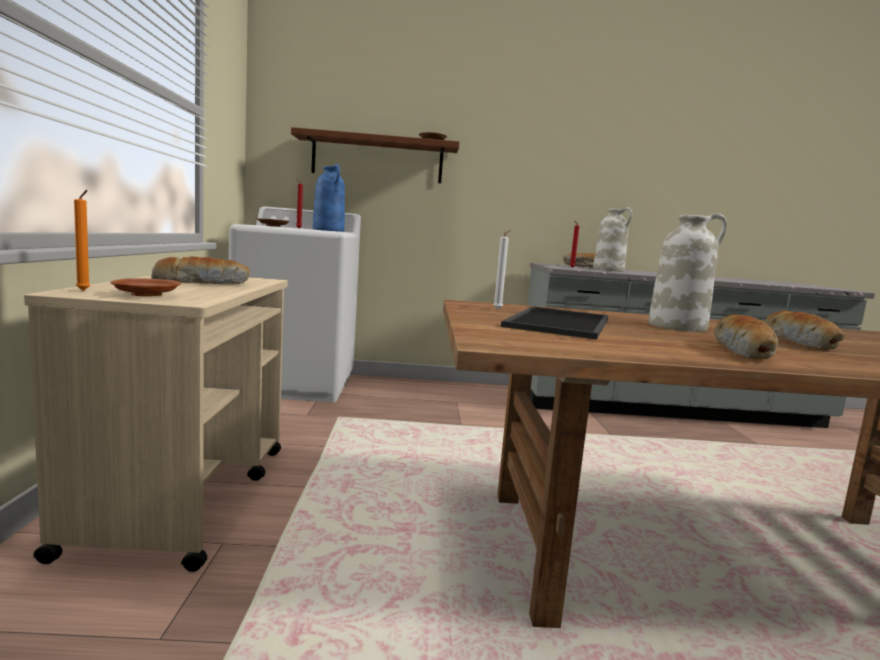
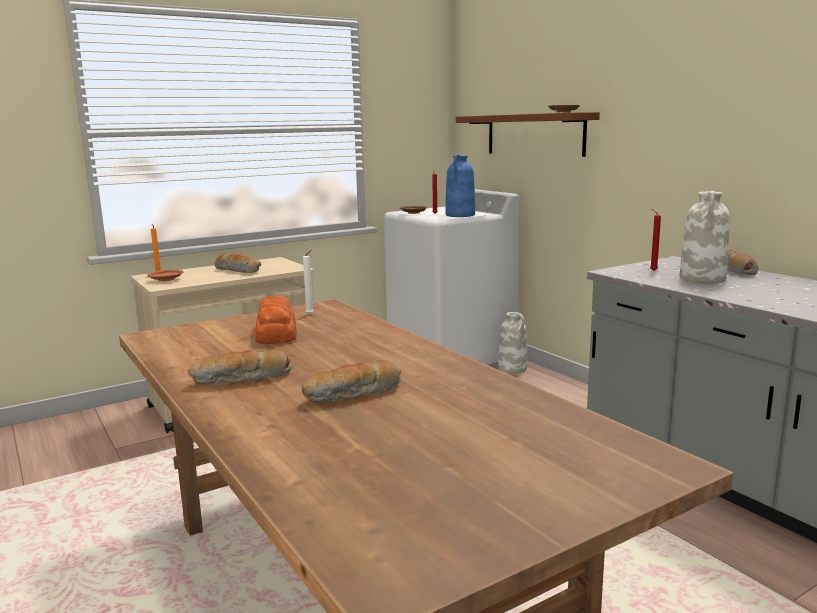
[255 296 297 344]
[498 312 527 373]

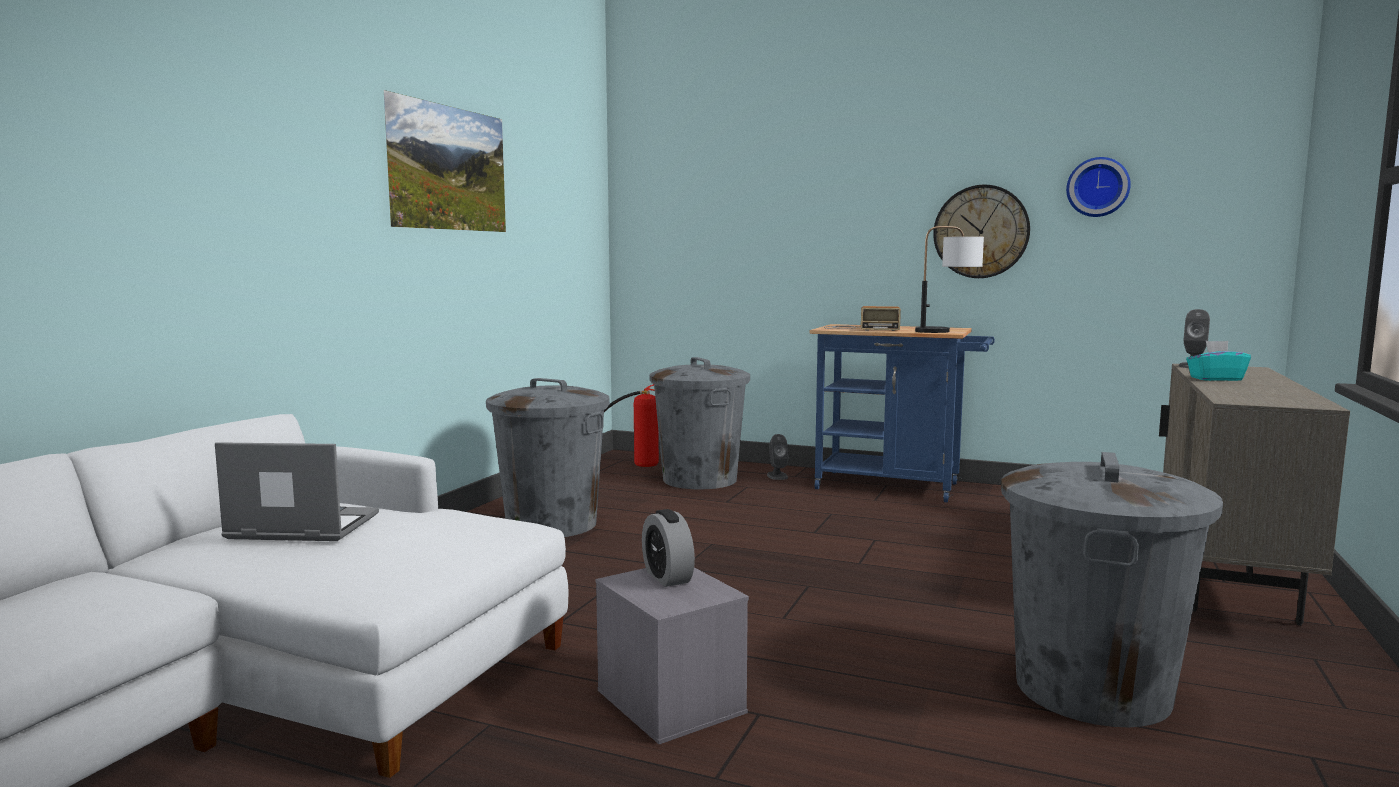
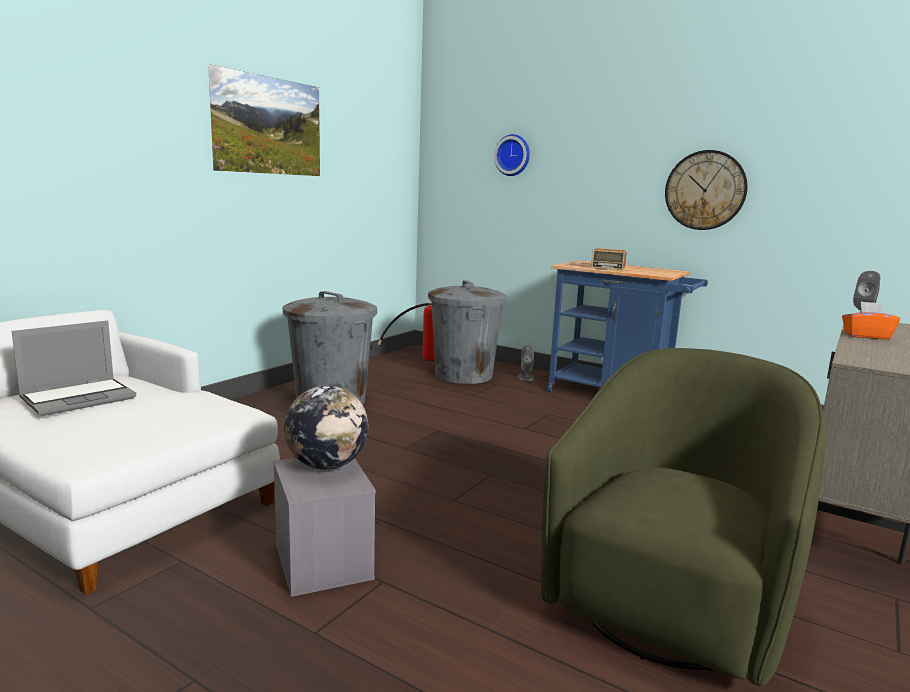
[12 320 136 416]
[284 385 369 470]
[915 226 984 333] (first image)
[541 348 826 686]
[494 134 530 176]
[842 302 900 340]

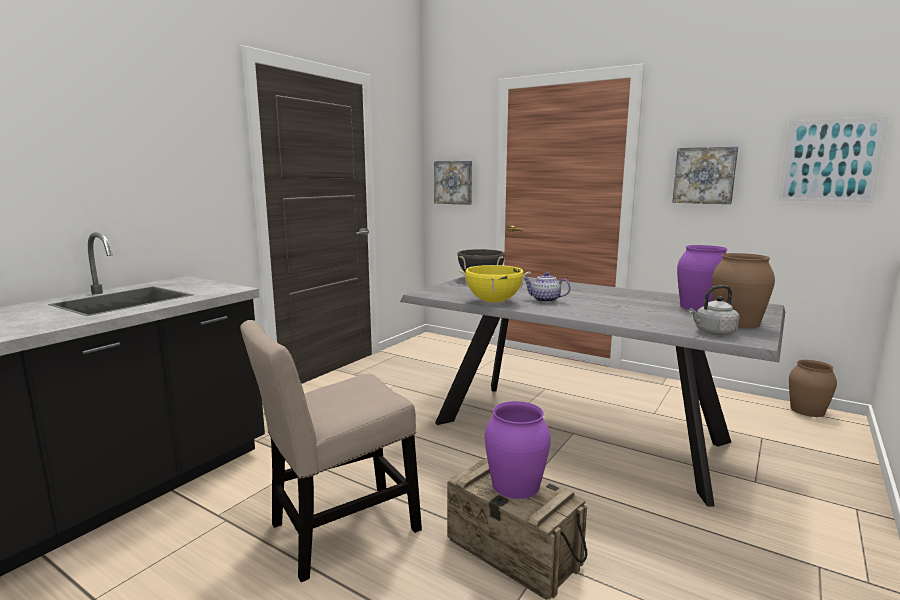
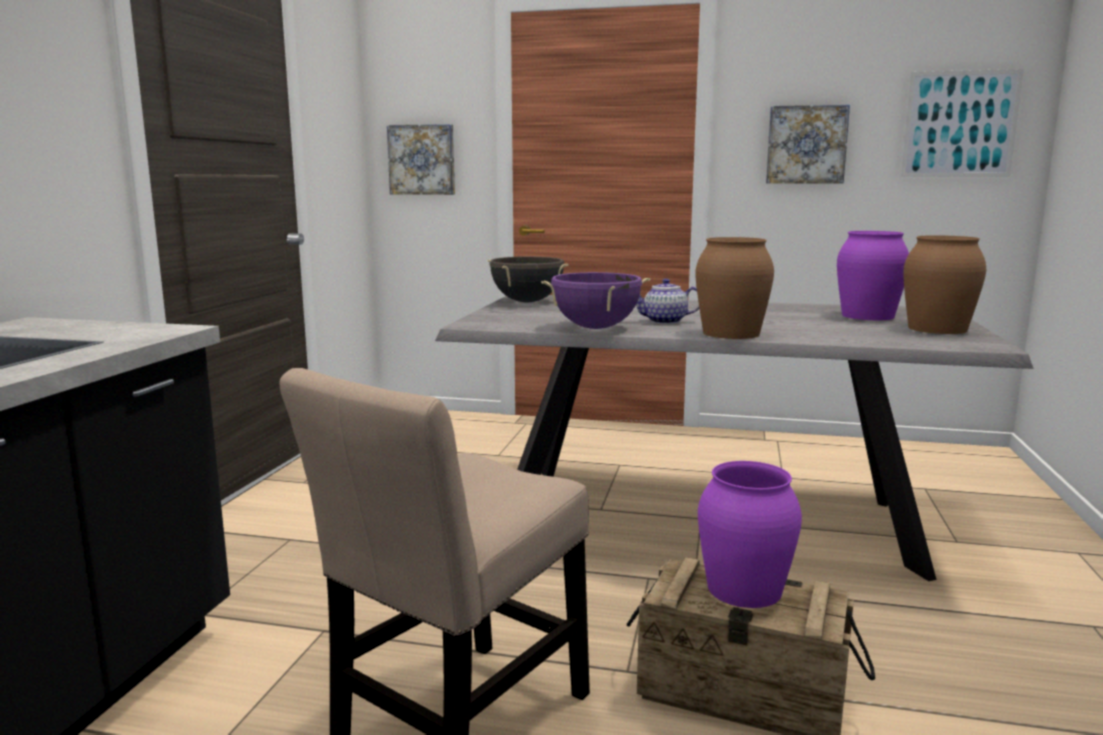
[541 272 650 329]
[689 285 739 335] (first image)
[695 237 774 339]

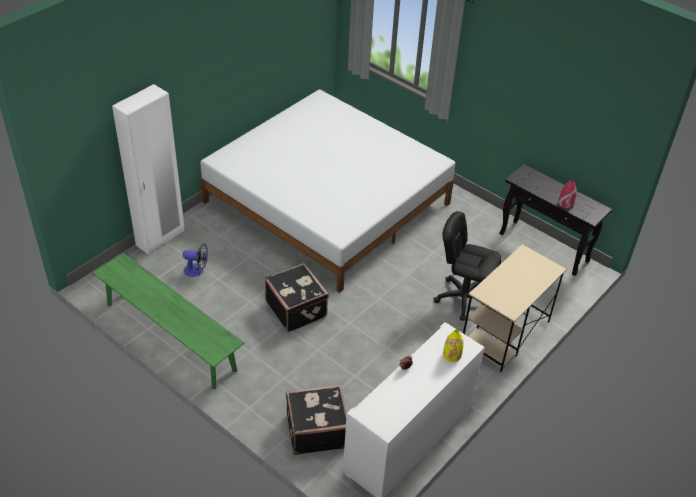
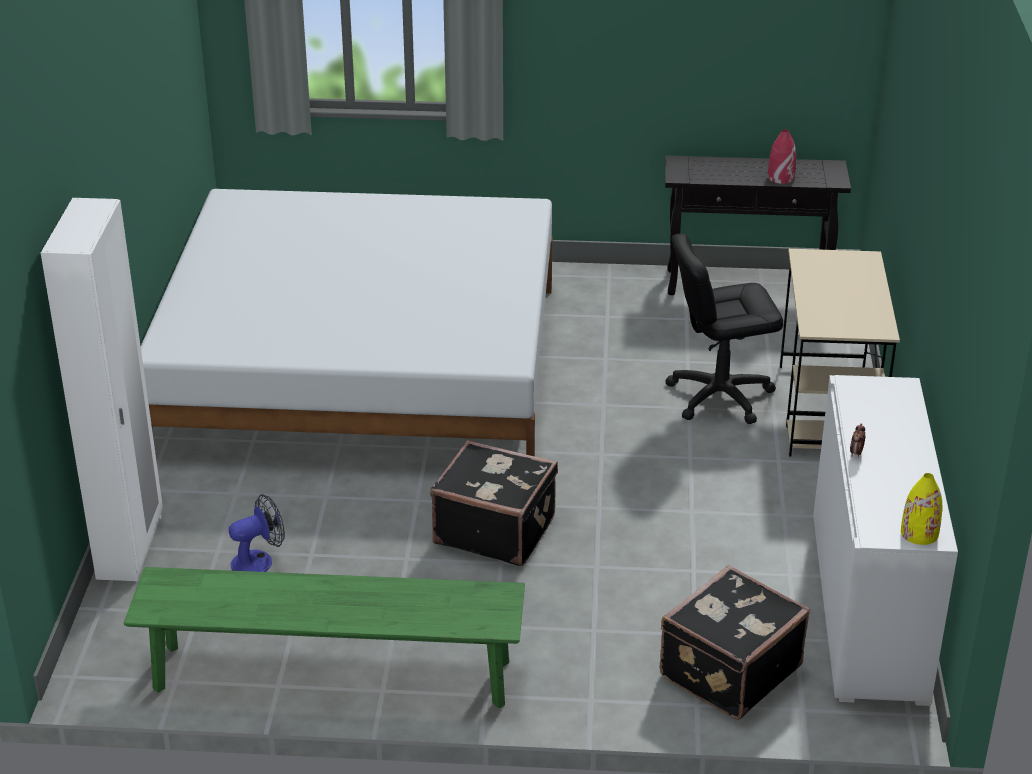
[901 473 943 545]

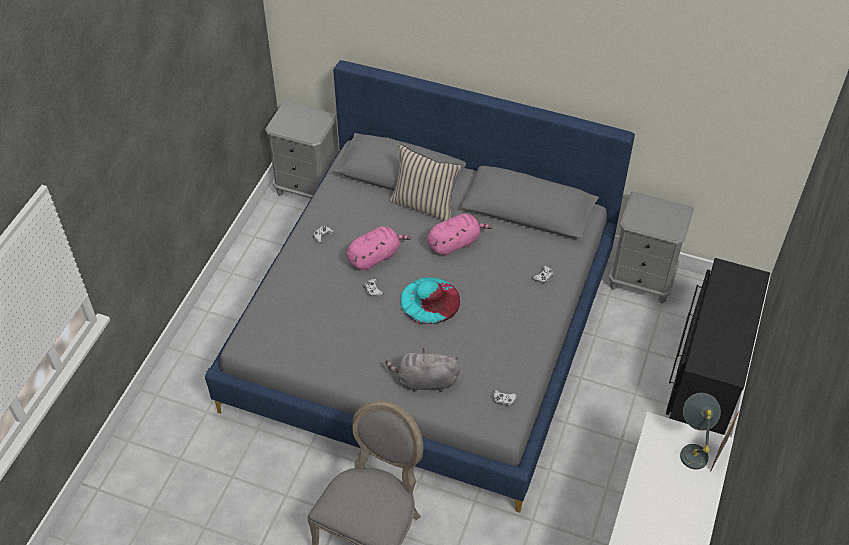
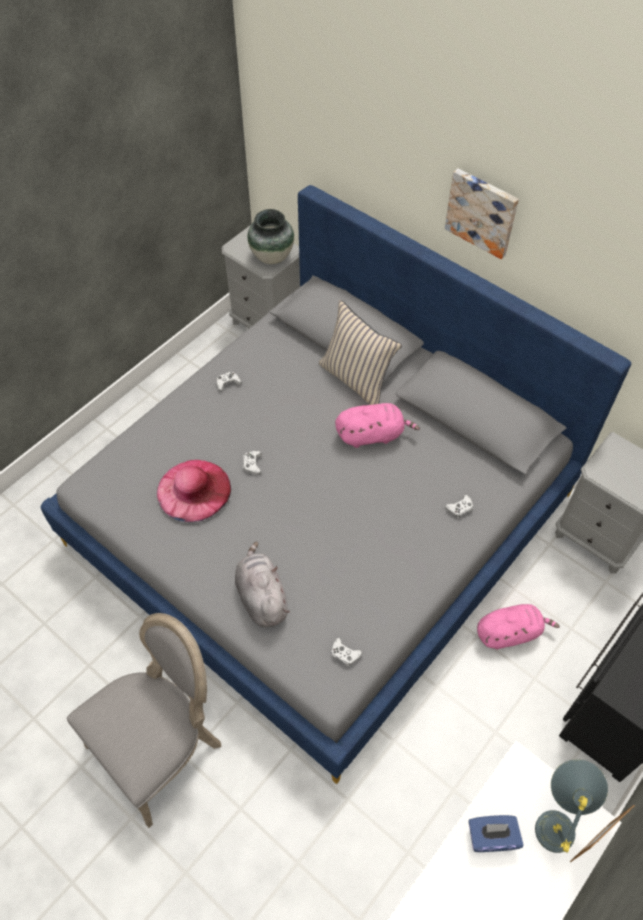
[477 604 560 649]
[235 541 290 627]
[400 277 460 324] (first image)
[157 460 231 522]
[247 209 294 264]
[445 169 519 259]
[469 815 523 852]

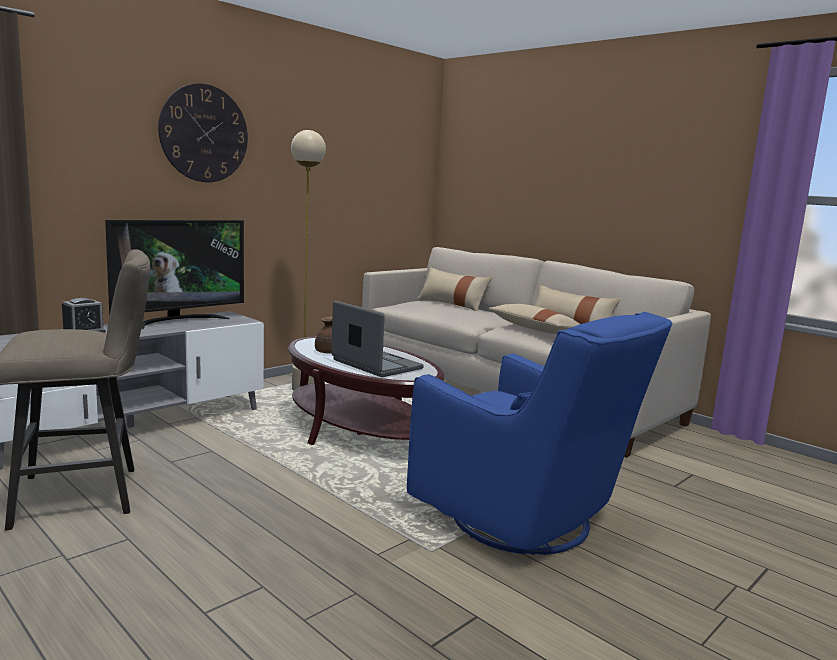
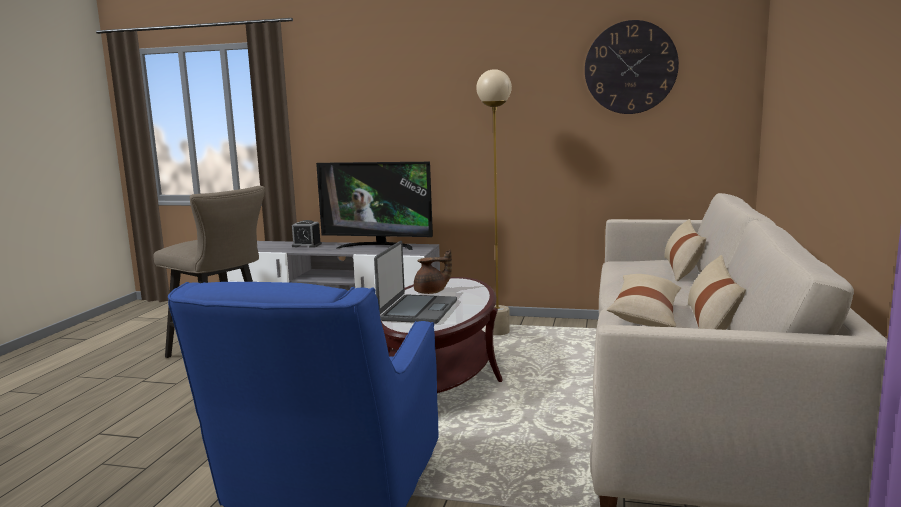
[585 20 679 114]

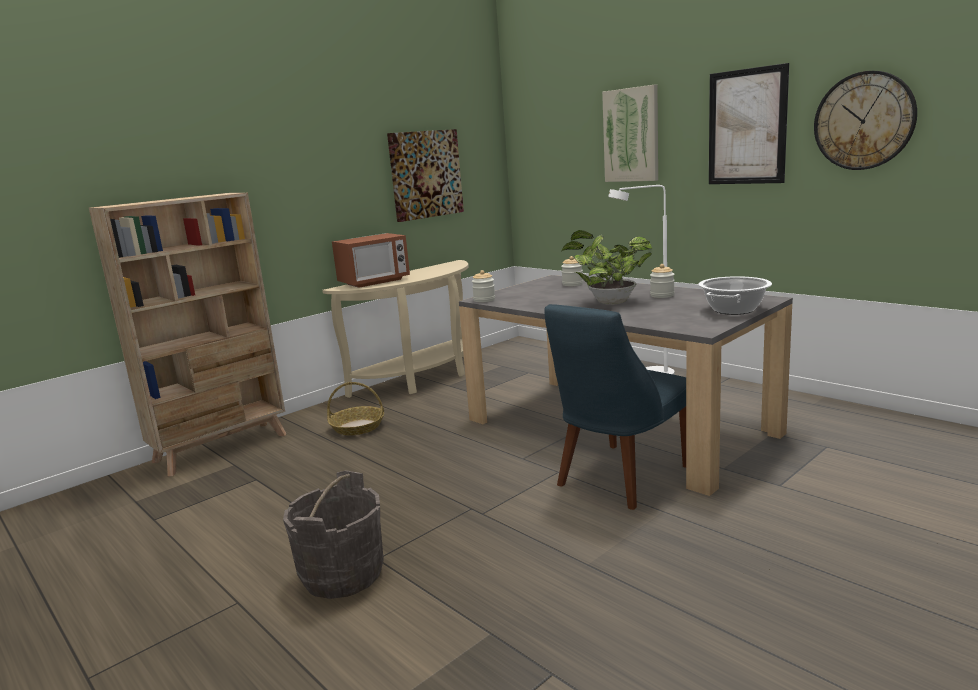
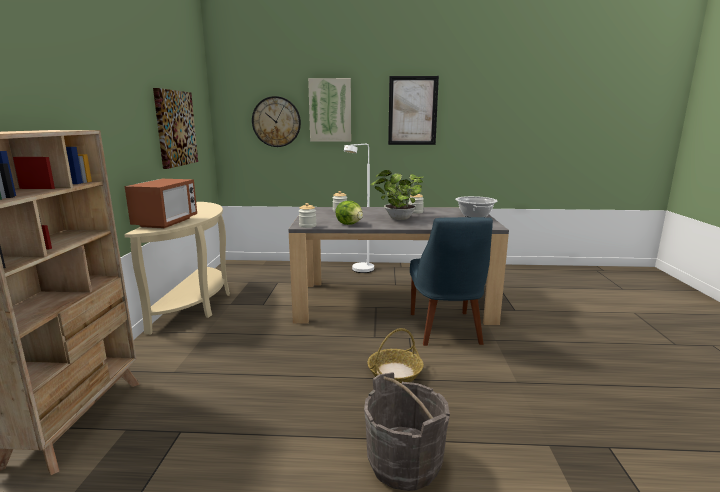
[367 328 424 383]
[252 96 301 147]
[335 201 363 225]

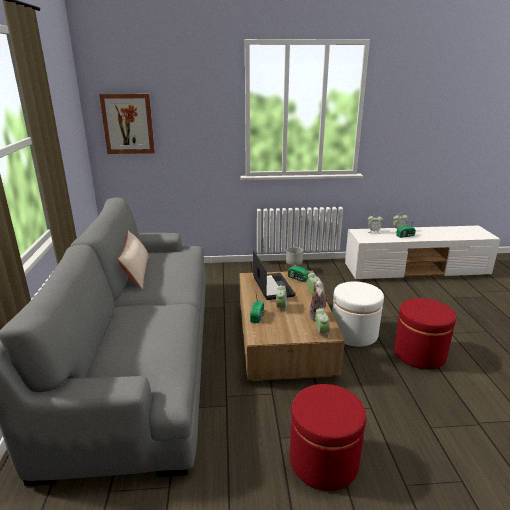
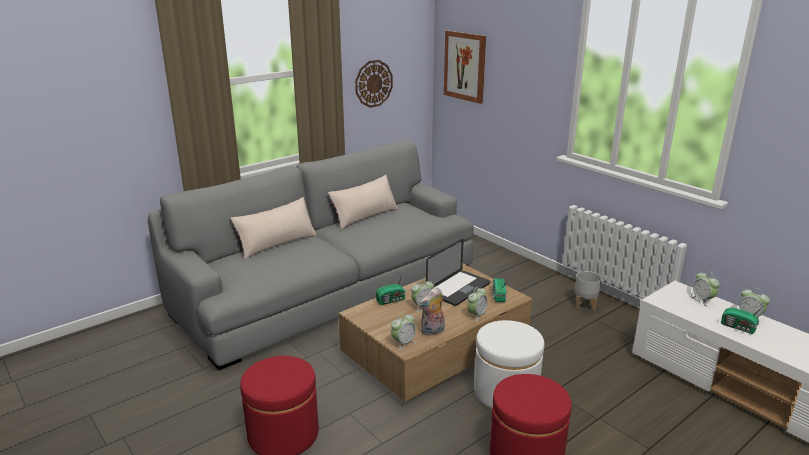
[231 197 317 259]
[355 60 393 108]

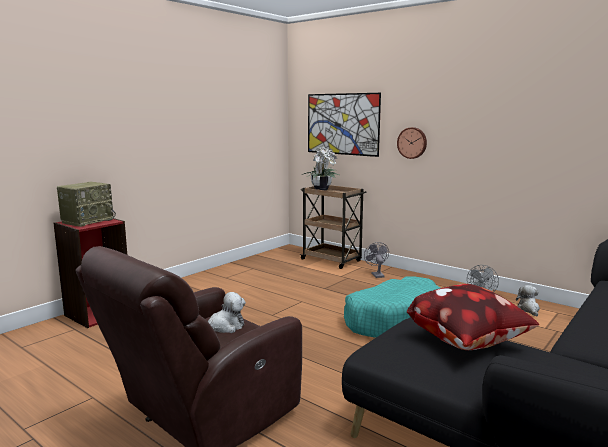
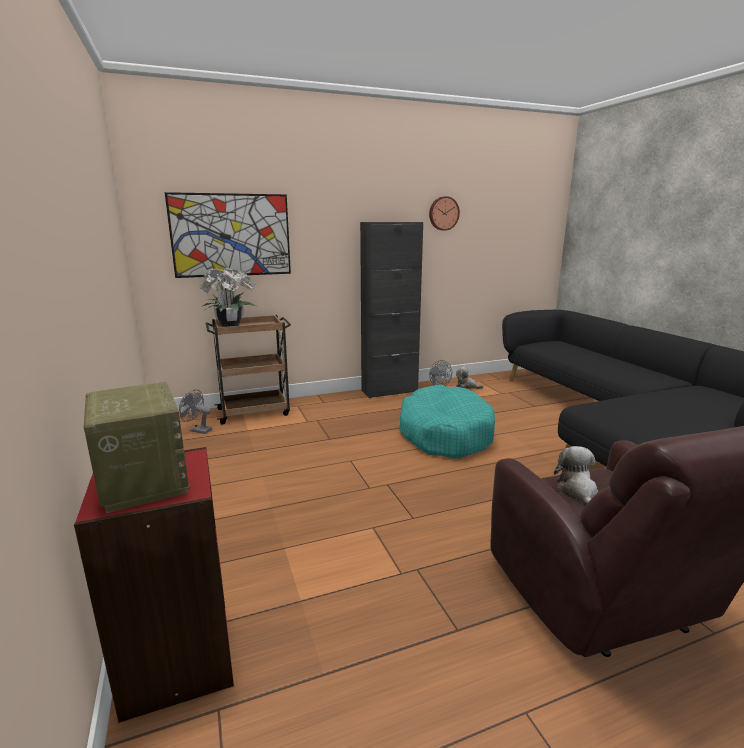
[179 389 212 434]
[429 196 460 231]
[407 284 539 350] (first image)
[360 222 423 399]

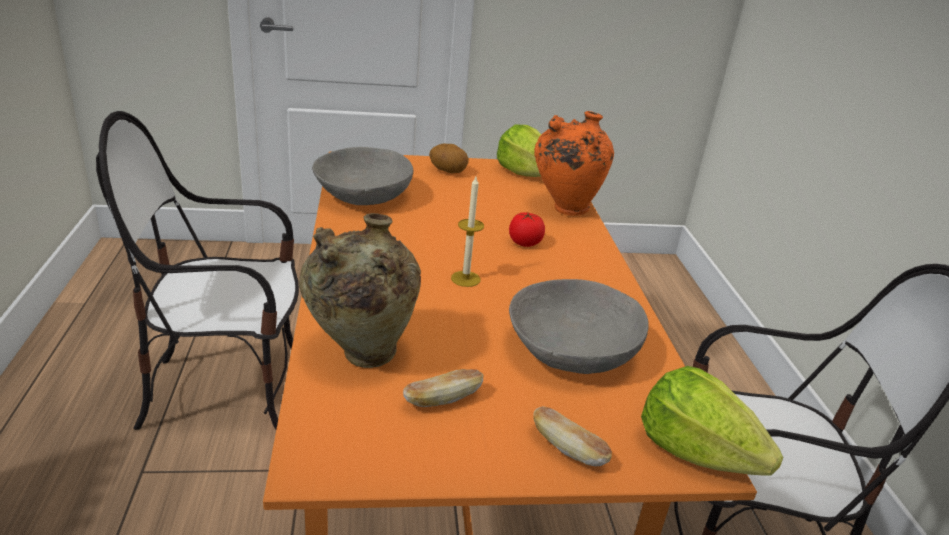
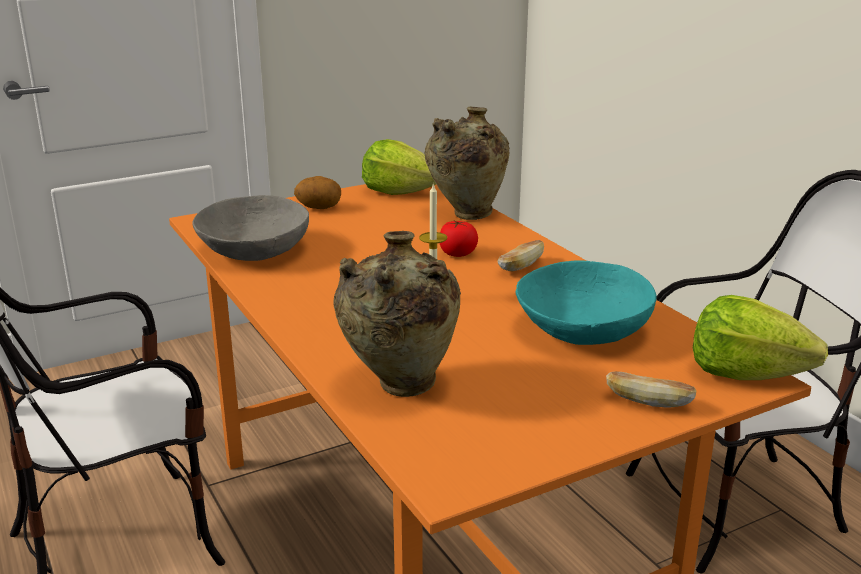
[498 240 544 272]
[515 260 657 345]
[424 106 509 220]

